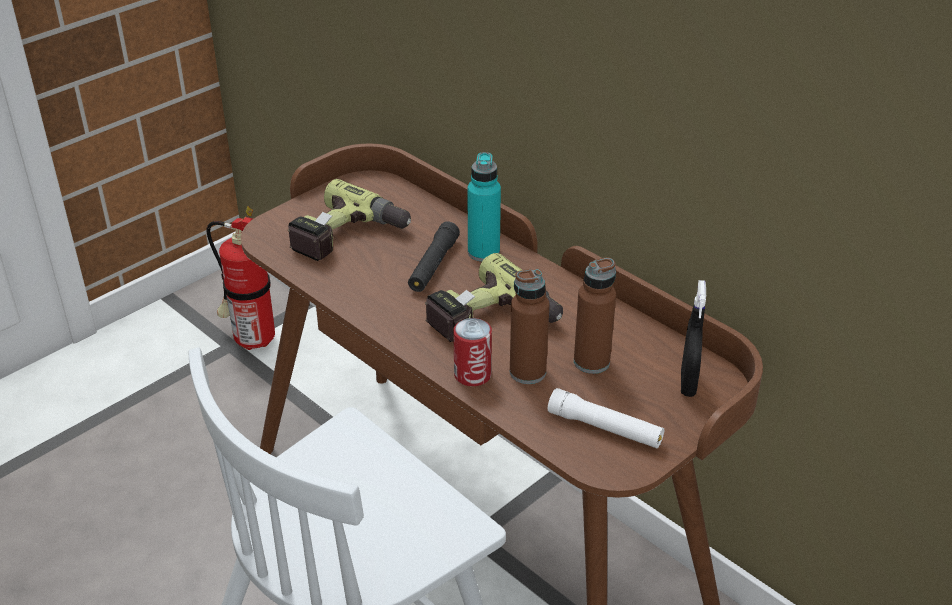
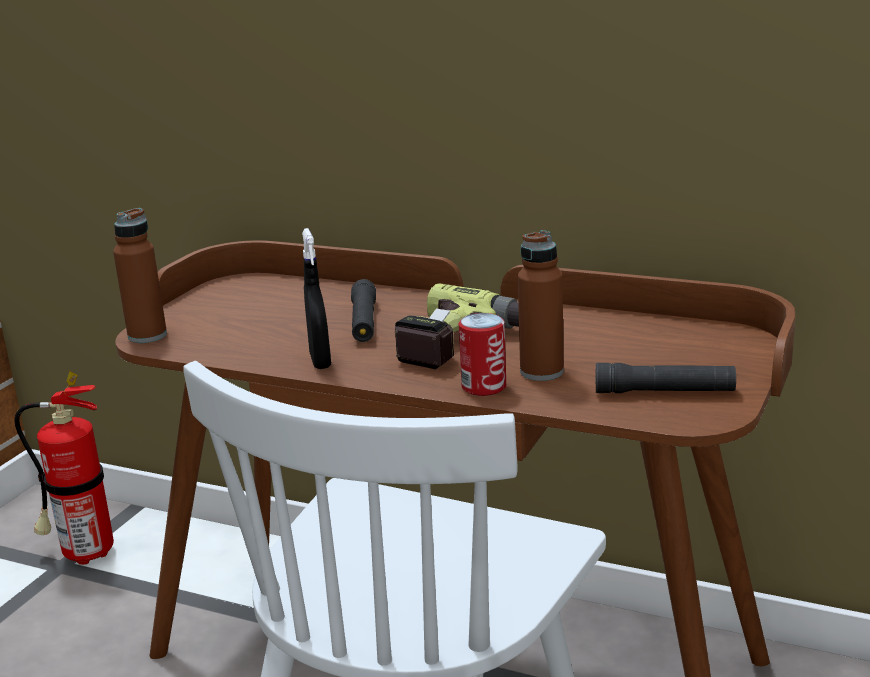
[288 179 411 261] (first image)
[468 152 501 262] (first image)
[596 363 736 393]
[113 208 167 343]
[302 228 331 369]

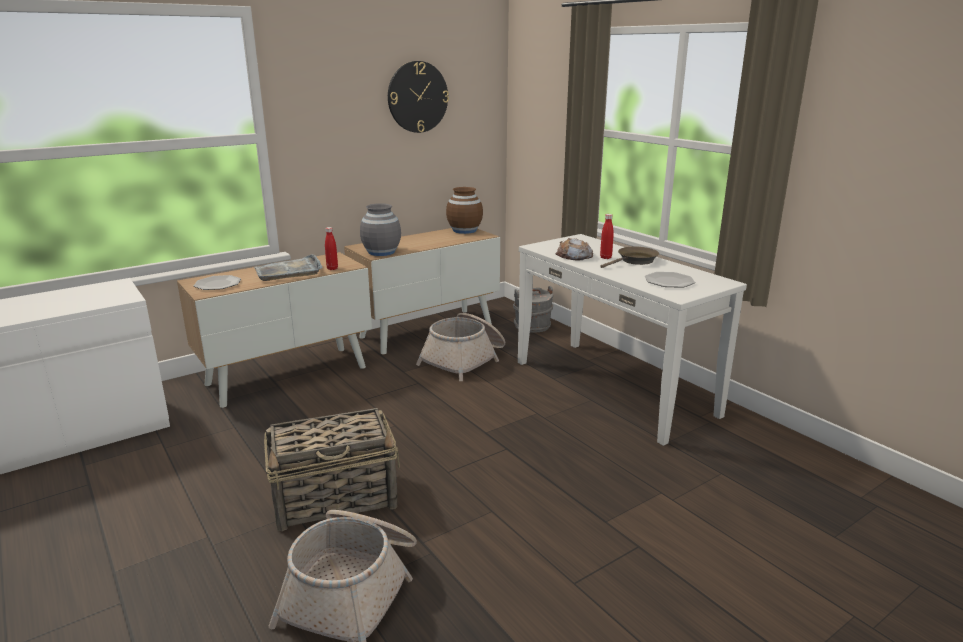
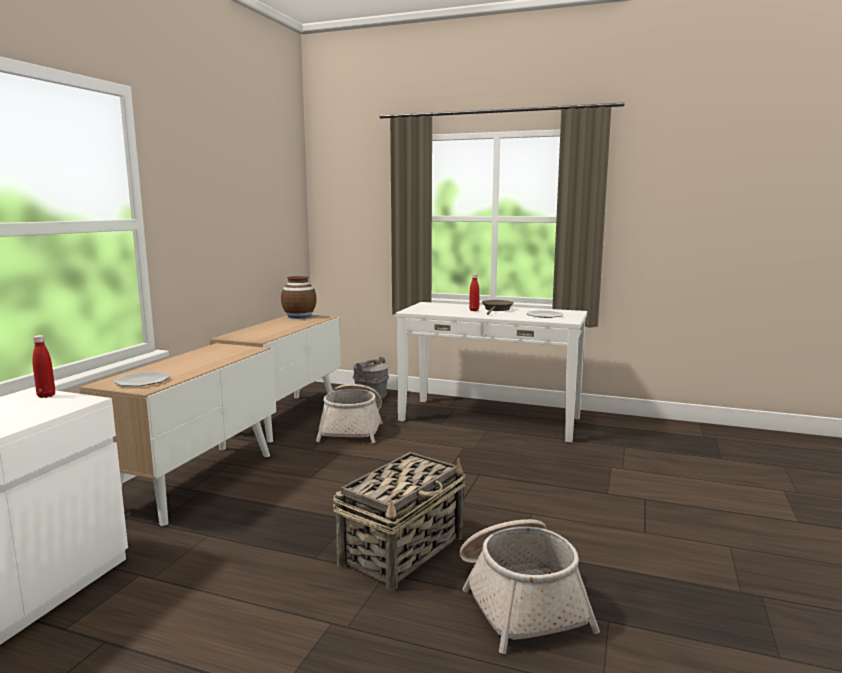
[254 254 323 281] (first image)
[32 335 55 398]
[360 203 401 256] (first image)
[388 61 449 133] (first image)
[555 238 593 260] (first image)

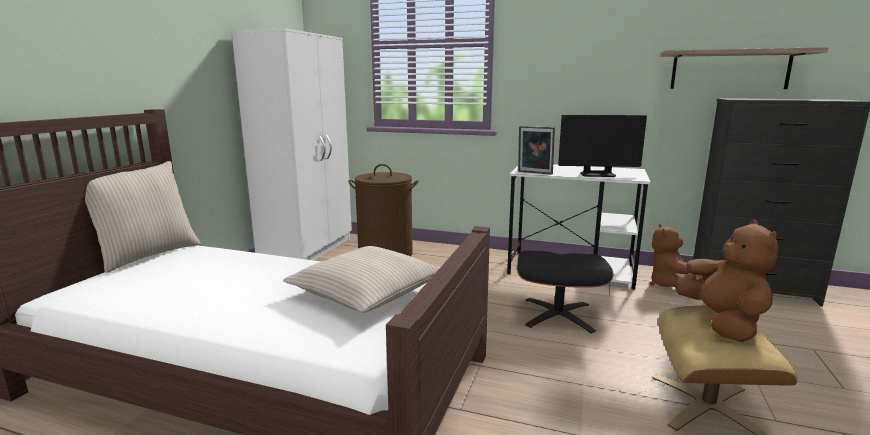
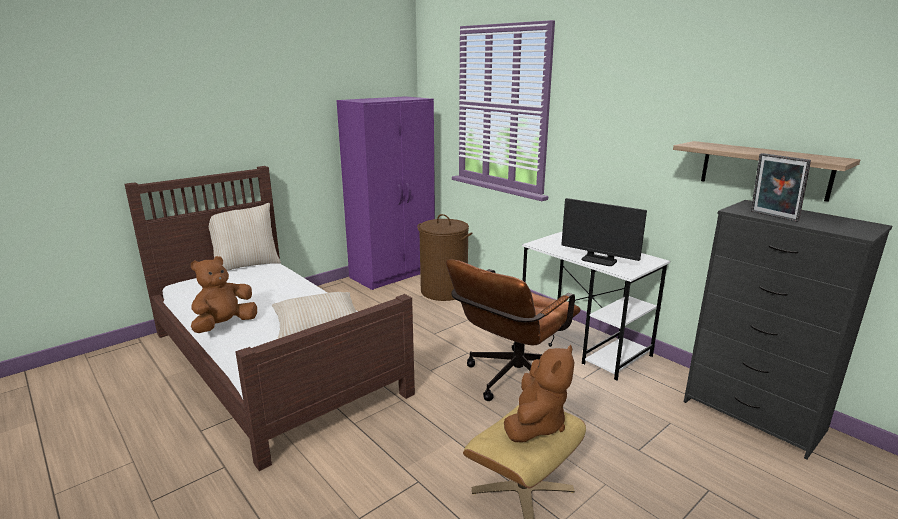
[337 96 435 290]
[446 259 581 401]
[751 153 811 222]
[191 256 257 333]

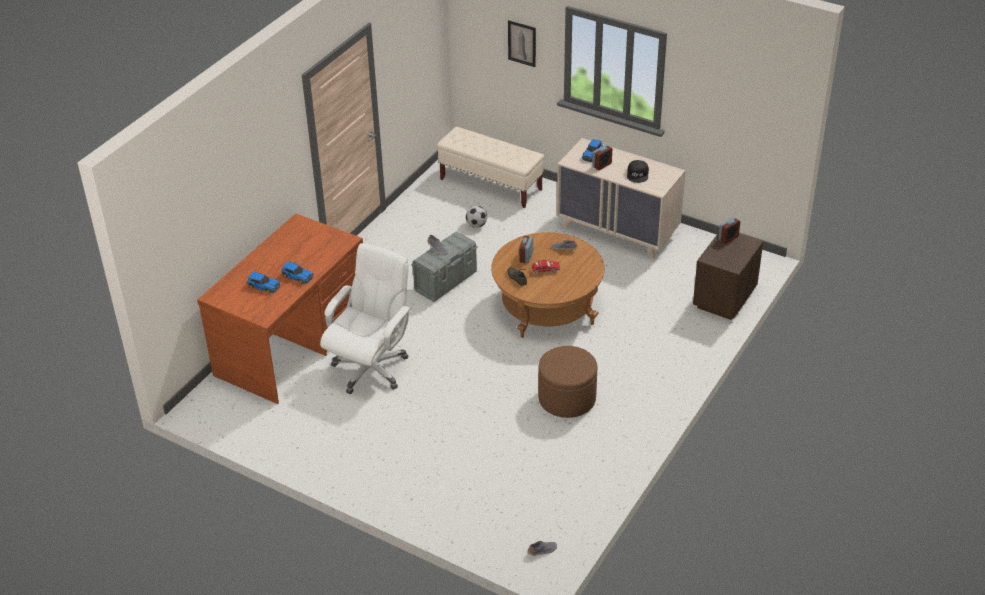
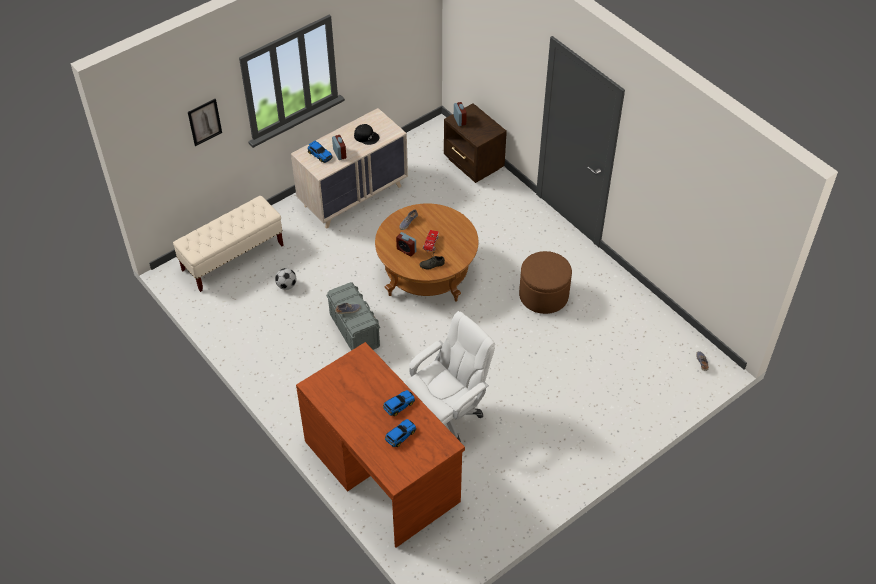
[404 311 495 442]

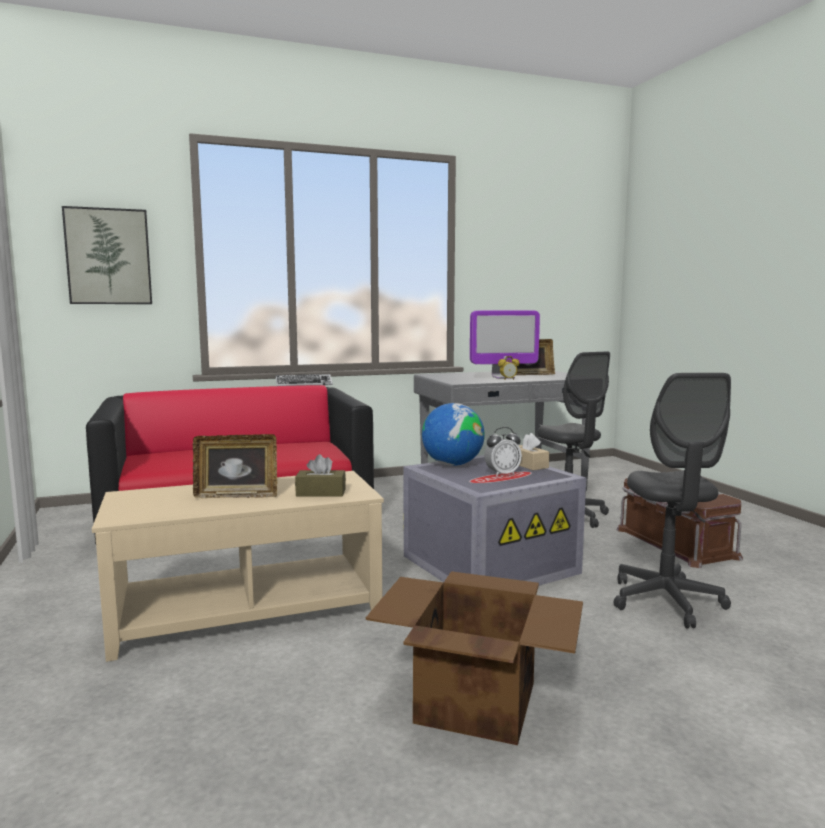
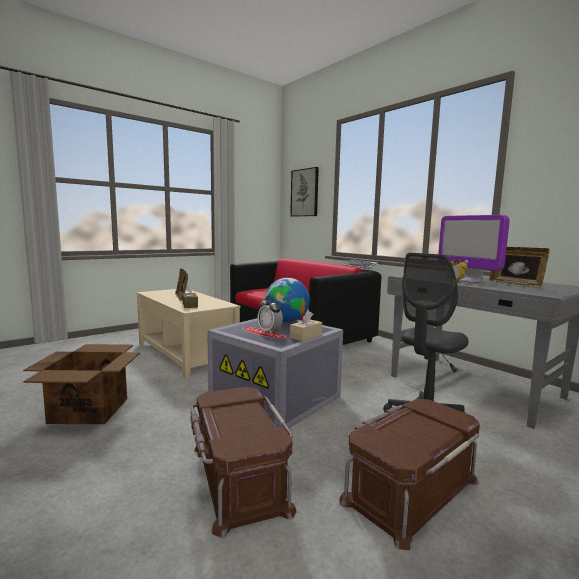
[190 387 297 538]

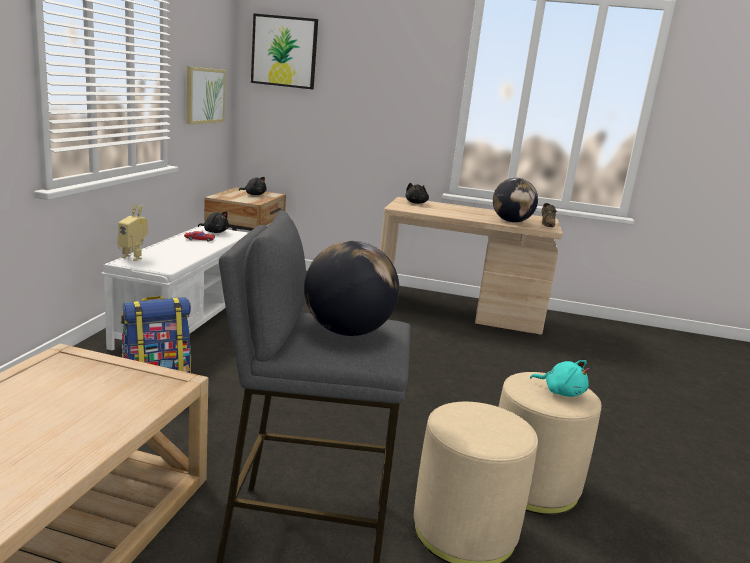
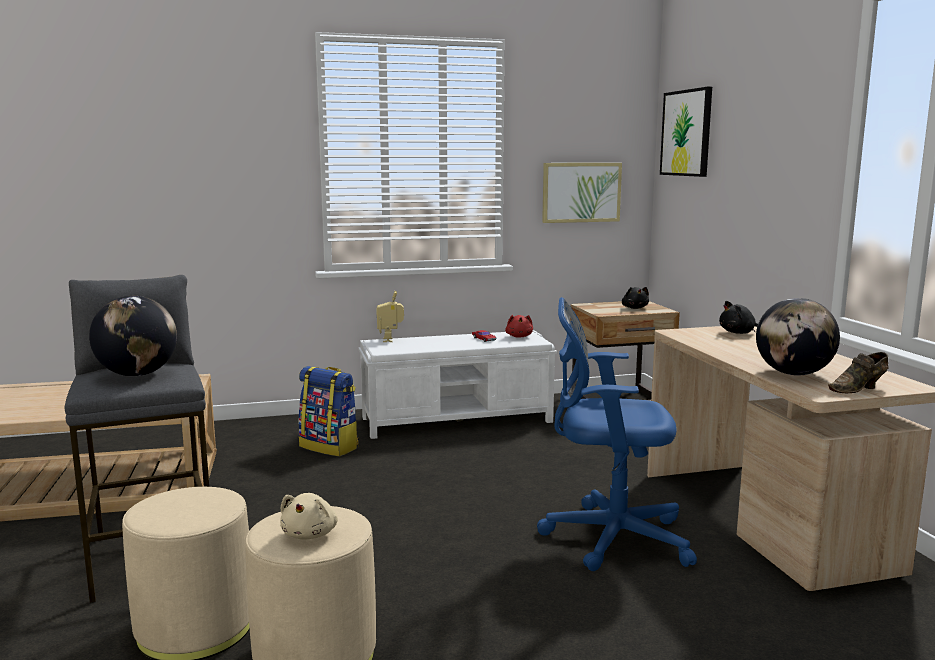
[505 315 533 338]
[280 493 338 540]
[537 297 697 571]

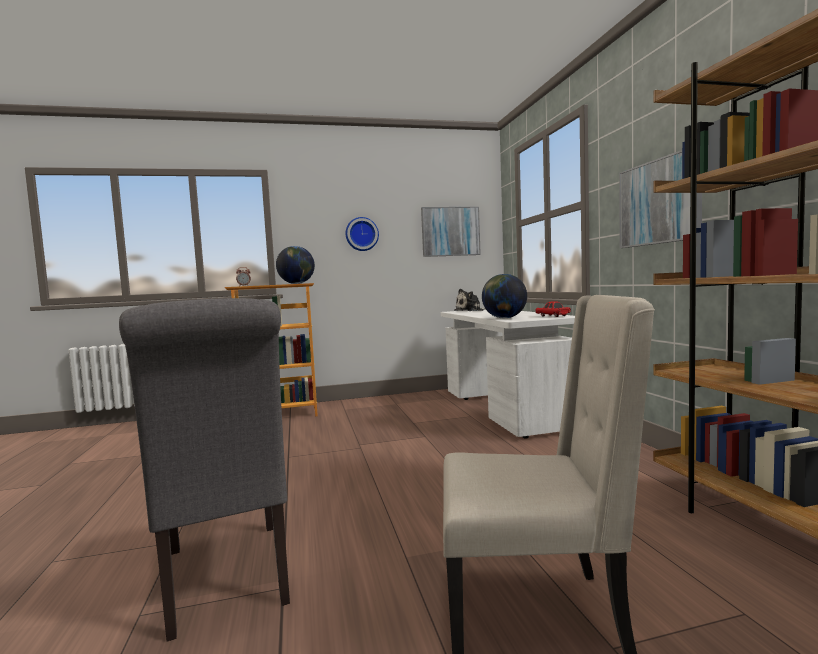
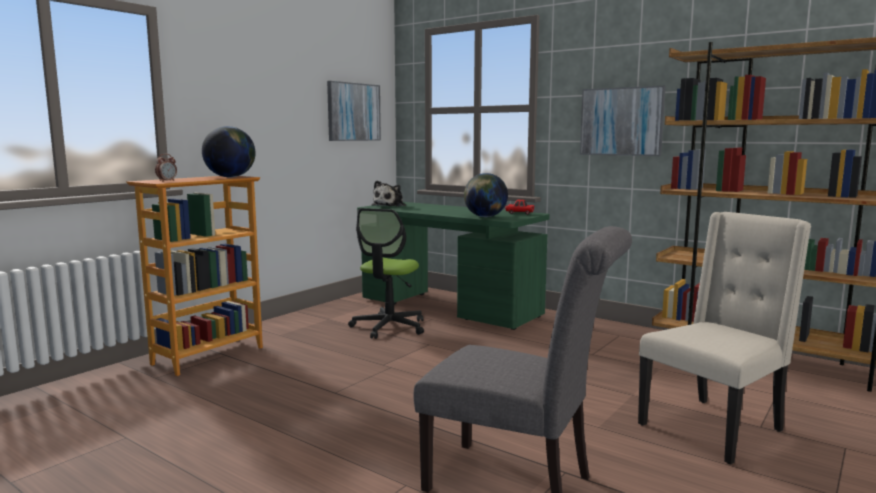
[345 217 379 251] (first image)
[357 202 549 330]
[348 208 424 339]

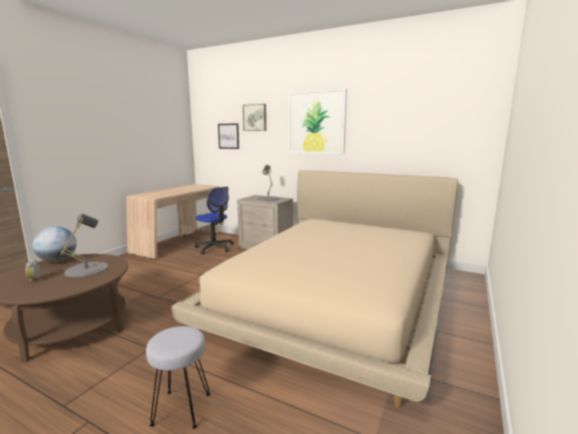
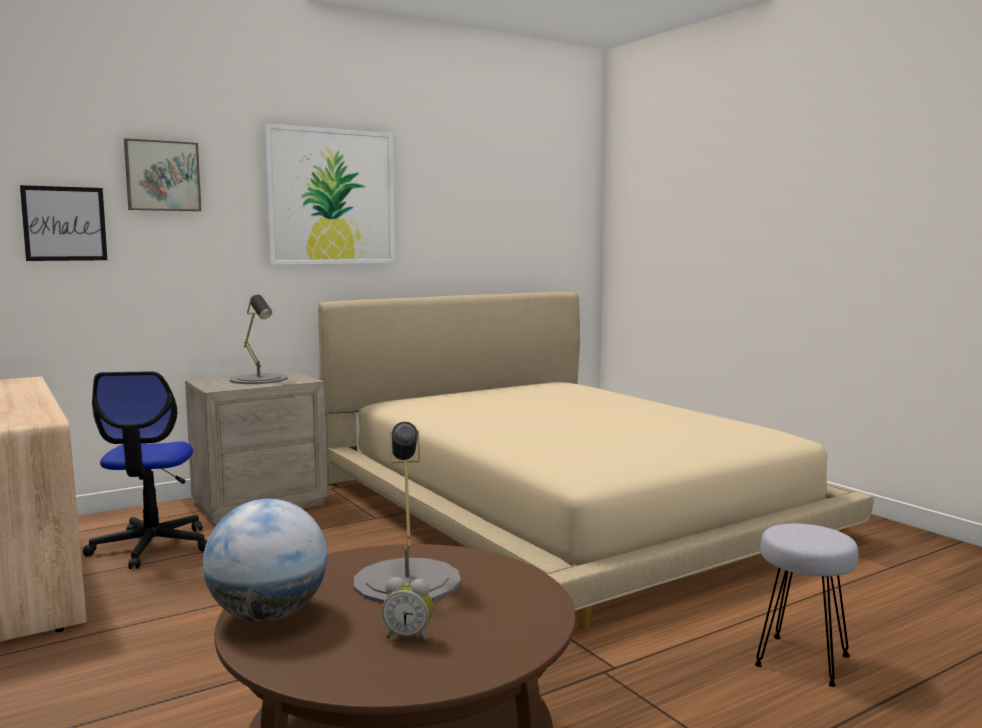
[83 371 207 569]

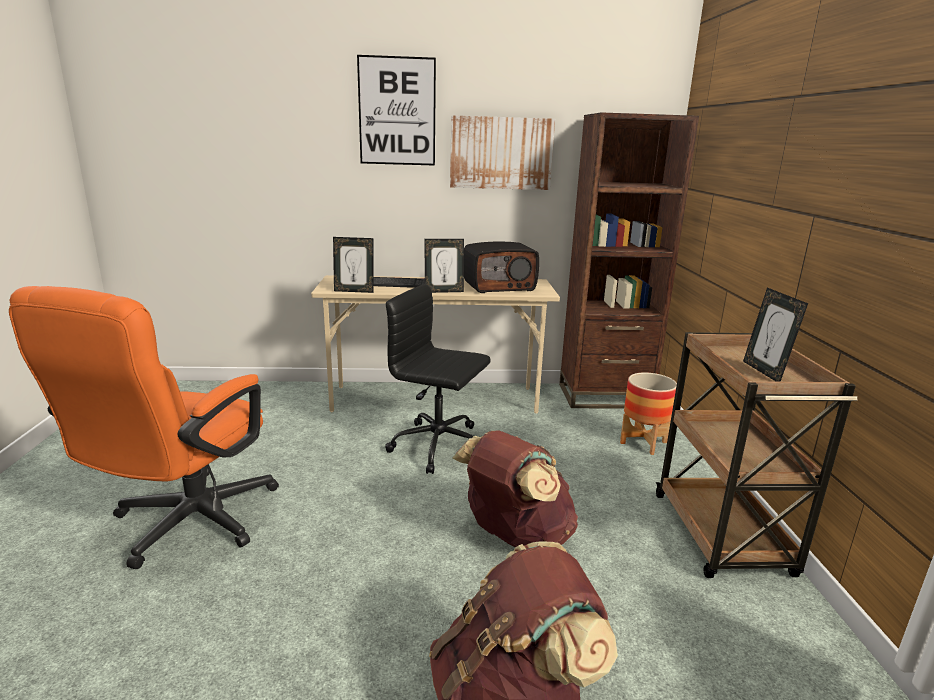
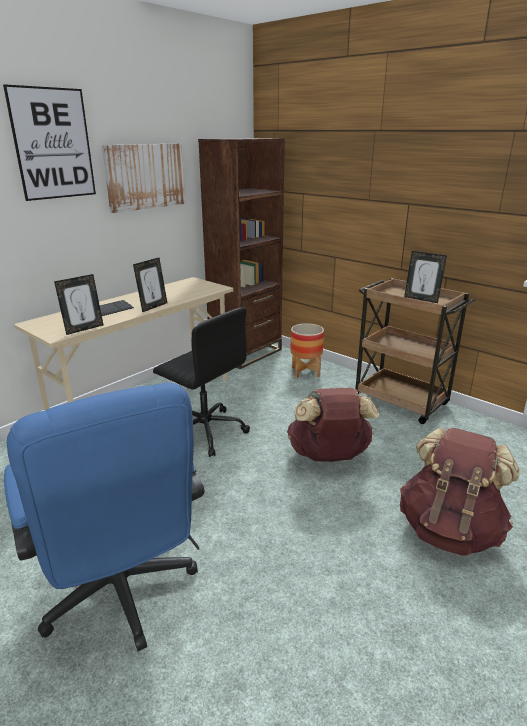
[4 382 205 651]
[153 307 250 457]
[464 242 539 293] (first image)

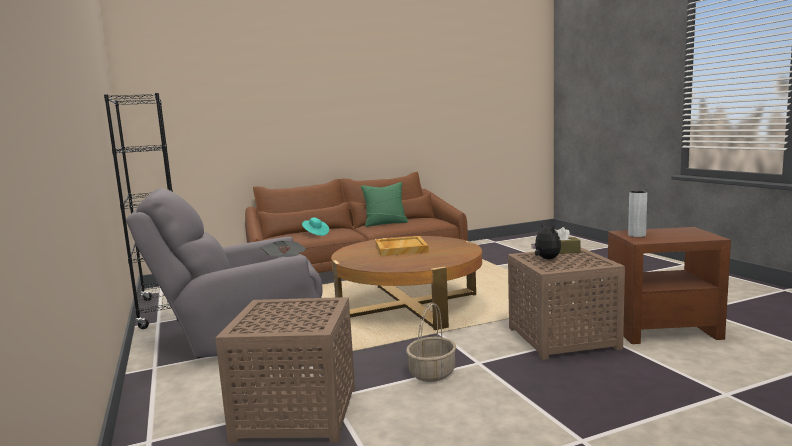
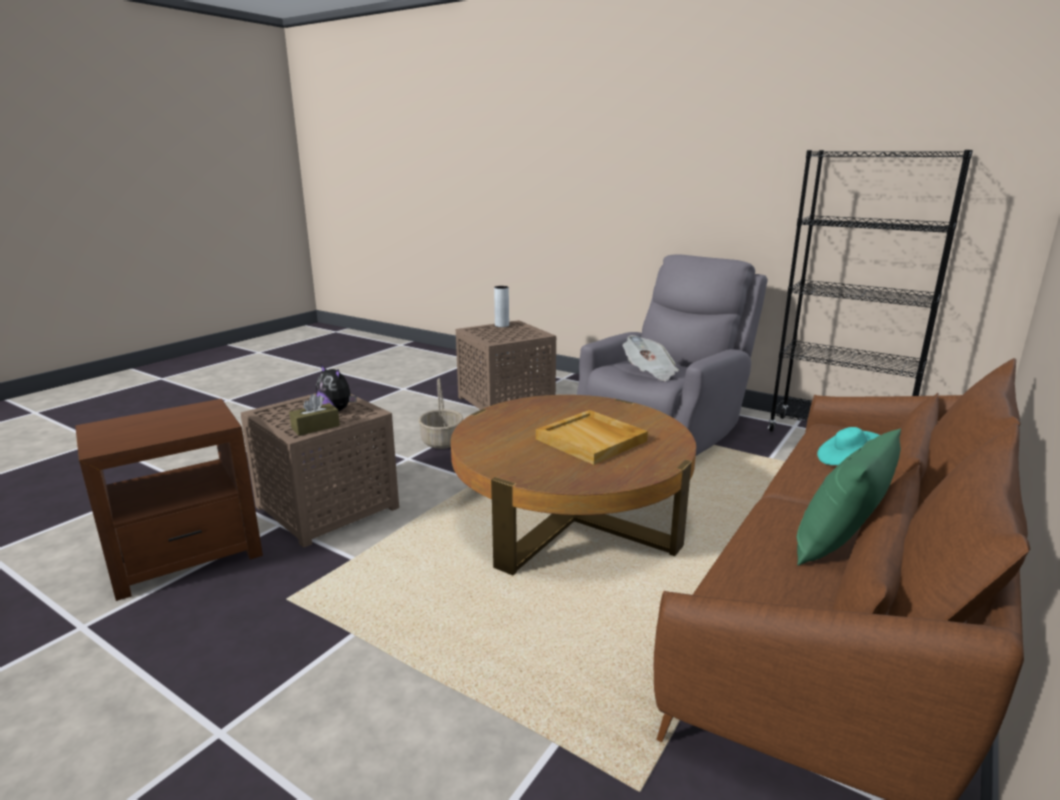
[494 286 509 327]

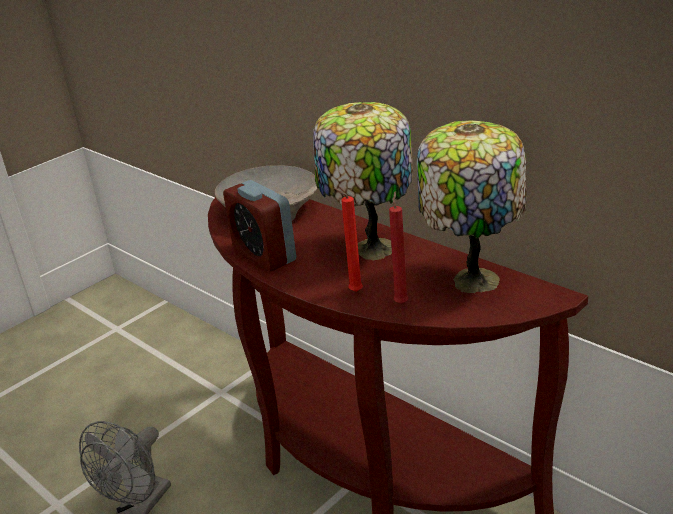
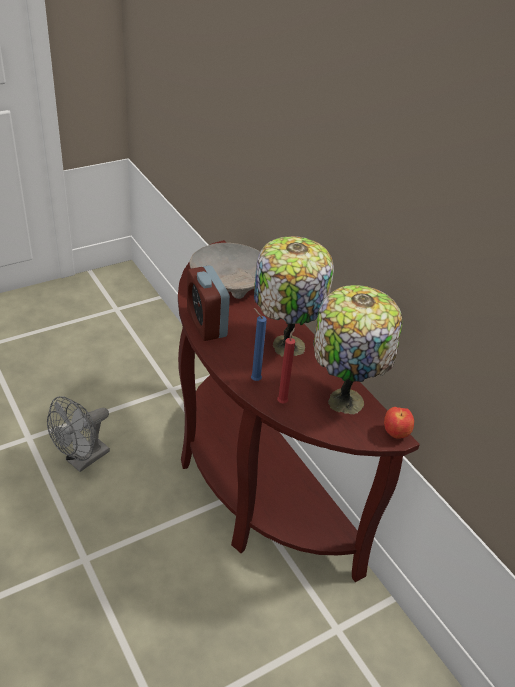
[251 308 267 381]
[384 407 414 439]

